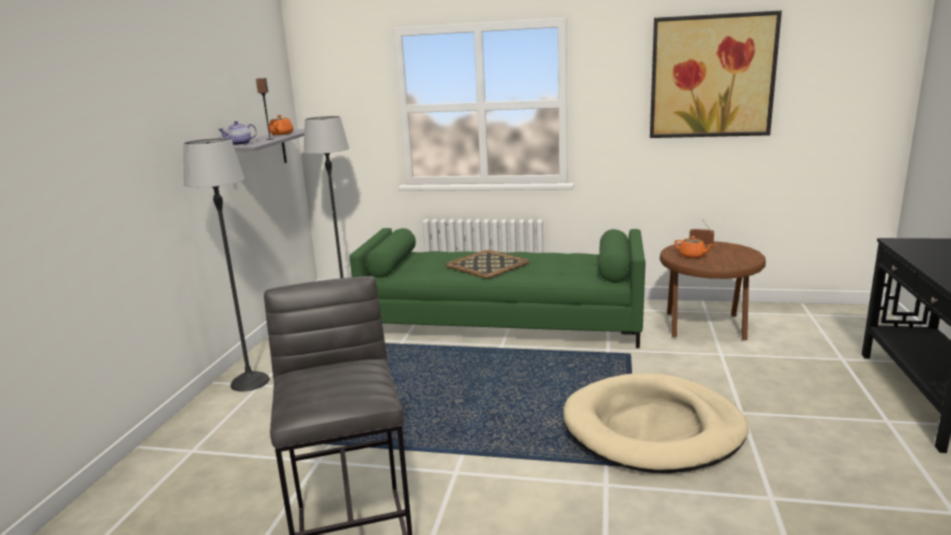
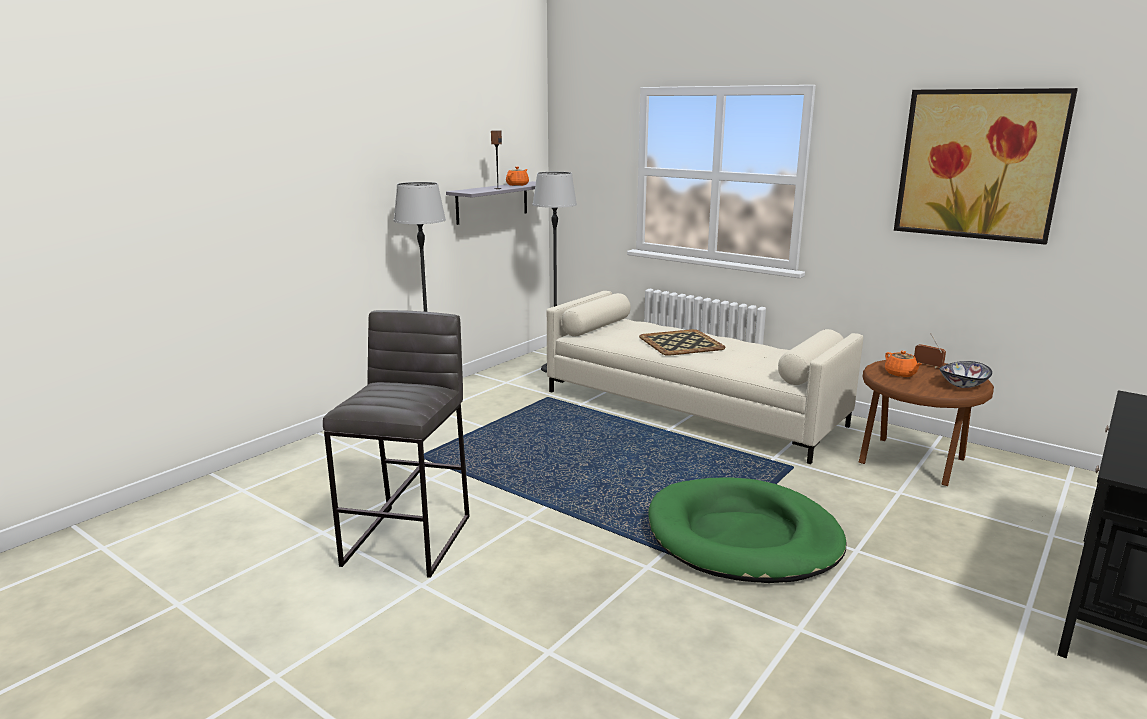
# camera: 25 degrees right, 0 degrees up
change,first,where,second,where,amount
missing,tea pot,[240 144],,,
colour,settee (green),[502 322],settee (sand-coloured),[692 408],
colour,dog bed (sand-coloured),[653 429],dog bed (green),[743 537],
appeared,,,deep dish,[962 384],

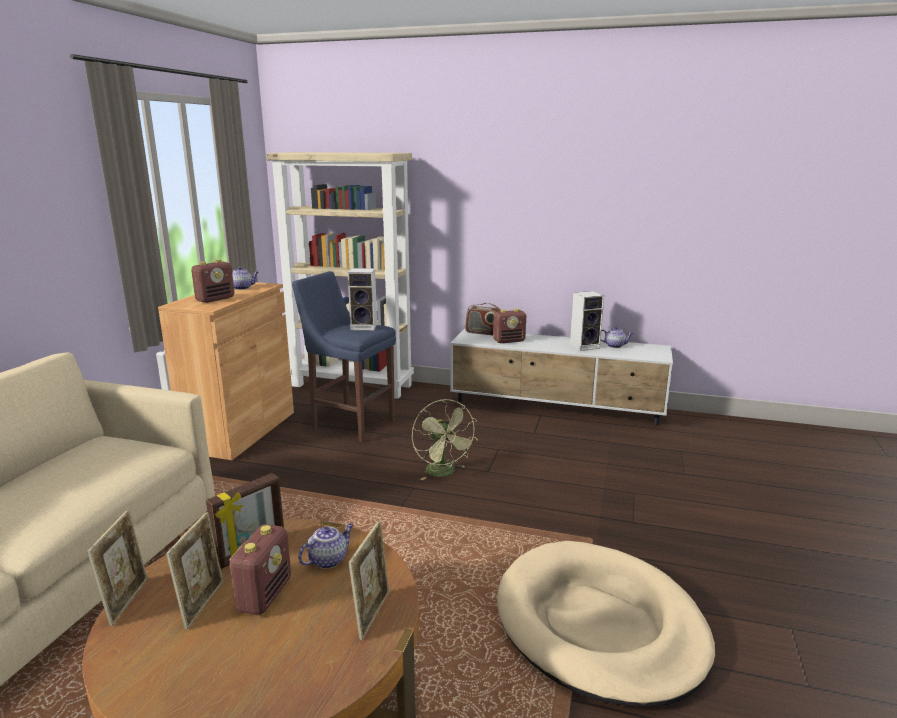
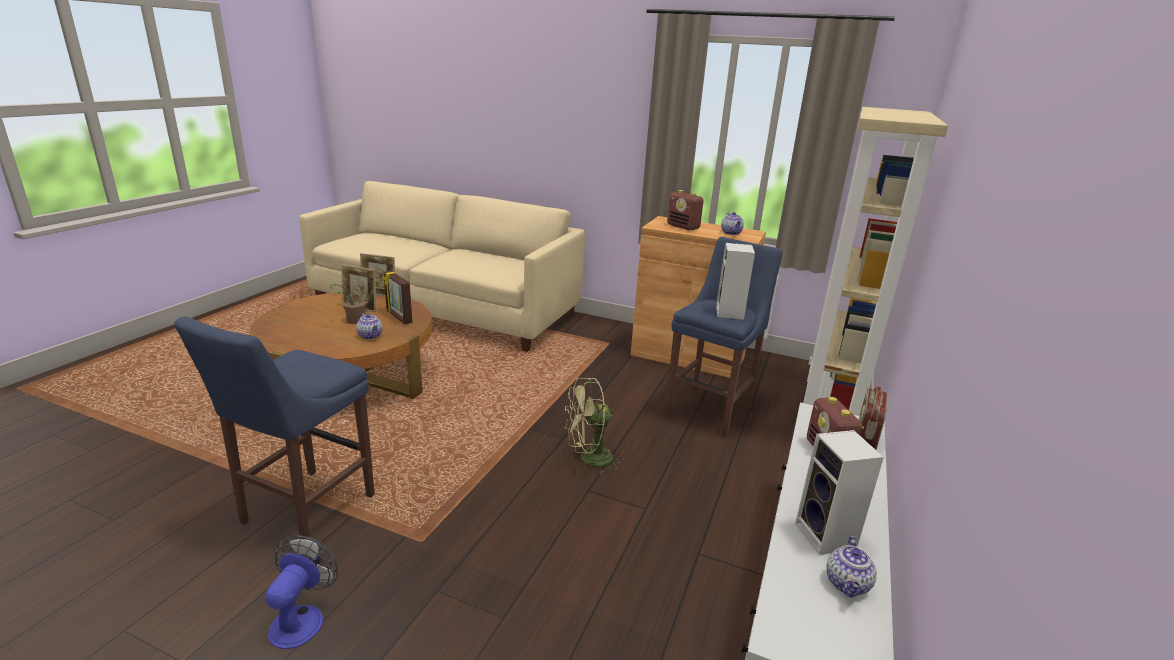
# camera: 95 degrees right, 5 degrees up
change,first,where,second,where,amount
exchanged,radio set,[264 595],plant in a pot,[353 321],
missing,picture frame,[372 614],,,
exchanged,dog bed (sand-coloured),[599 625],stool (blue),[303 512],
appeared,,,electric fan,[302 618],

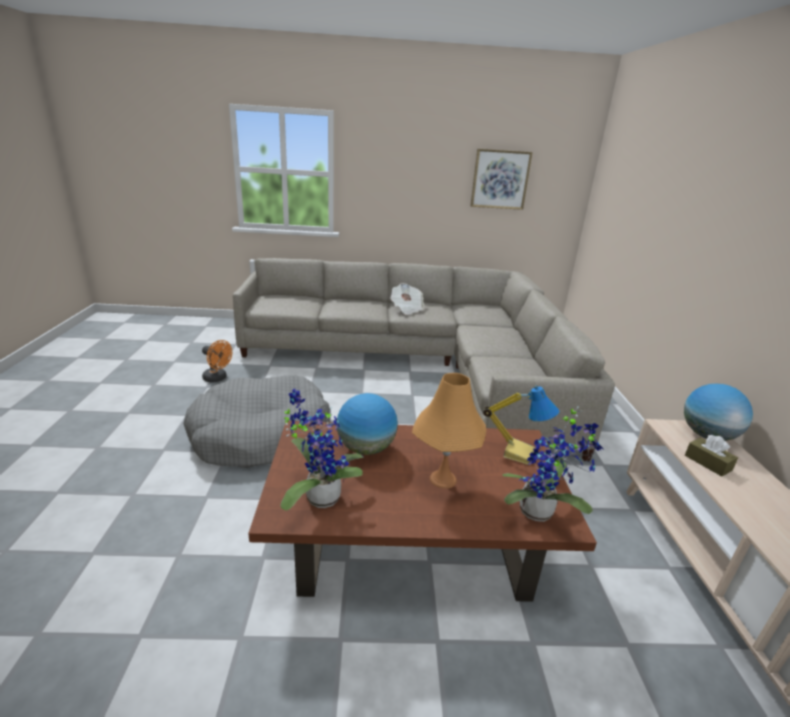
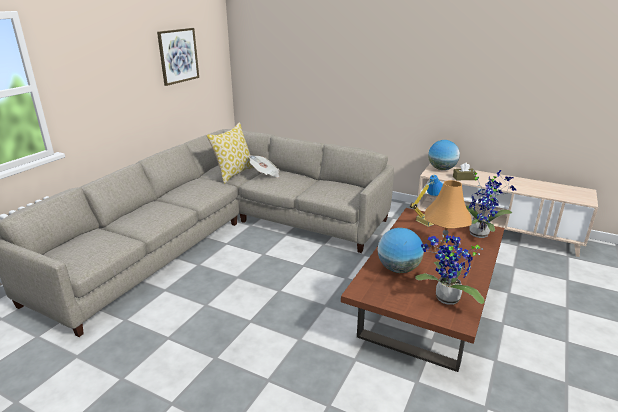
# camera: 60 degrees left, 0 degrees up
change,first,where,second,where,amount
missing,dog bed (grey),[261 435],,,
missing,electric fan (orange-coloured),[218 378],,,
relocated,newspaper,[406 308],,[265 174],
appeared,,,throw pillow,[234 173],

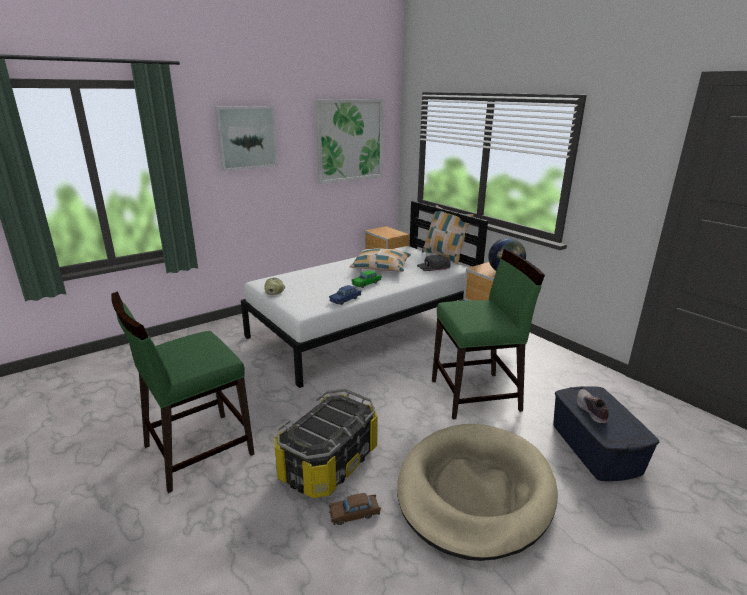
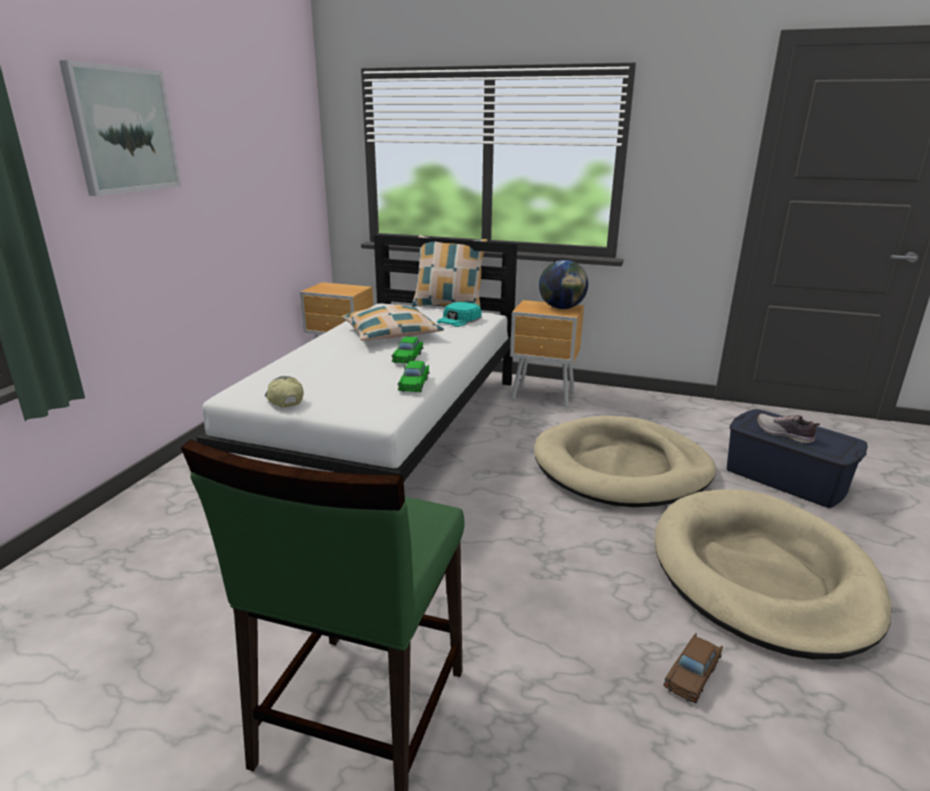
# camera: 35 degrees left, 0 degrees up
change,first,where,second,where,amount
missing,storage container,[328 462],,,
missing,wall picture,[350 140],,,
colour,model car (blue),[345 299],model car (green),[414 384],
colour,peaked cap (black-coloured),[433 266],peaked cap (blue-green),[459 319],
exchanged,chair (green),[476 395],dog bed (sand-coloured),[621 468],

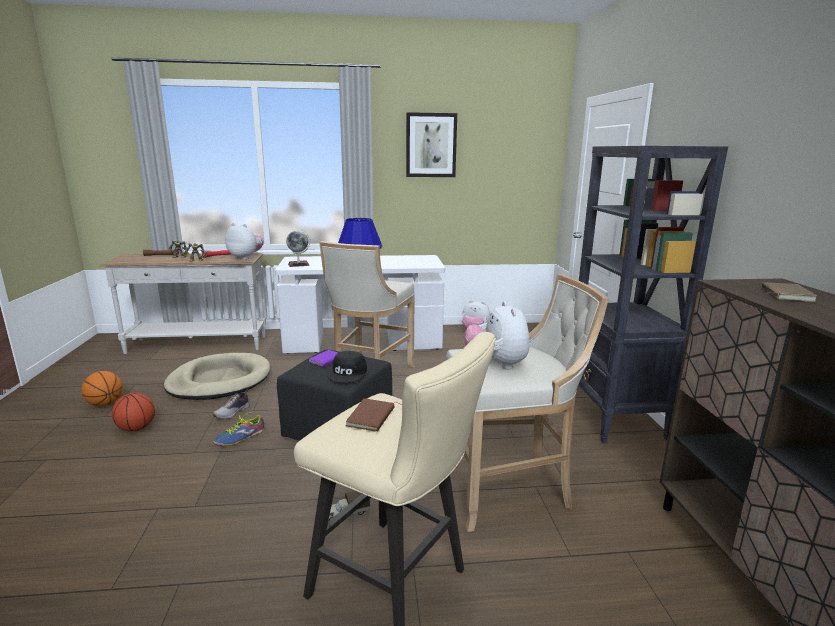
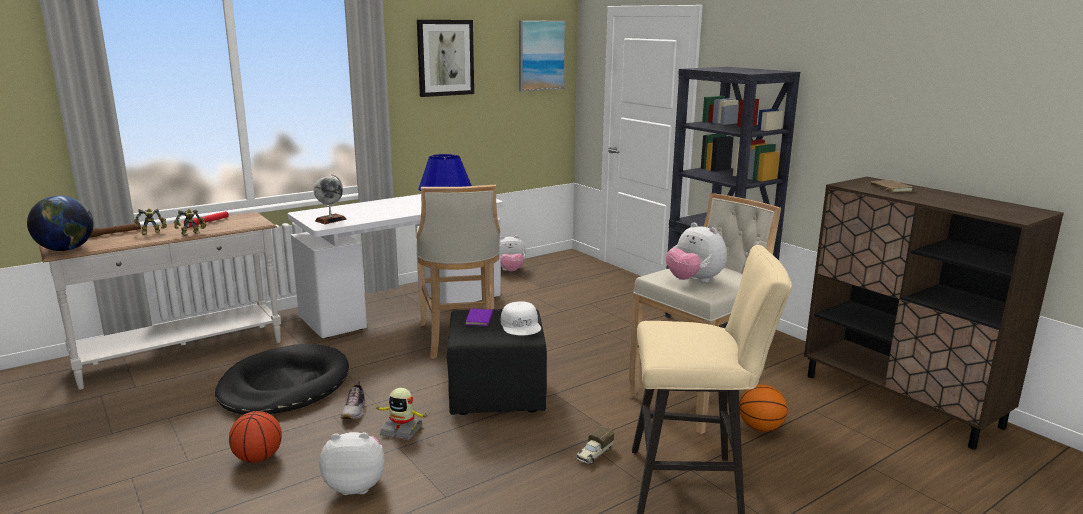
# camera: 30 degrees left, 0 degrees up
change,first,where,second,where,amount
relocated,basketball,[105 404],,[760 428],
colour,dog bed (sand-coloured),[219 381],dog bed (black-coloured),[284 385],
exchanged,low shoe,[240 437],toy robot,[402 430],
relocated,soft toy,[246 257],,[356 486],
colour,peaked cap (black-coloured),[348 373],peaked cap (white),[521 325],
missing,bound book (brown),[372 418],,,
appeared,,,desk globe,[66 249],
appeared,,,wall picture,[541 55],

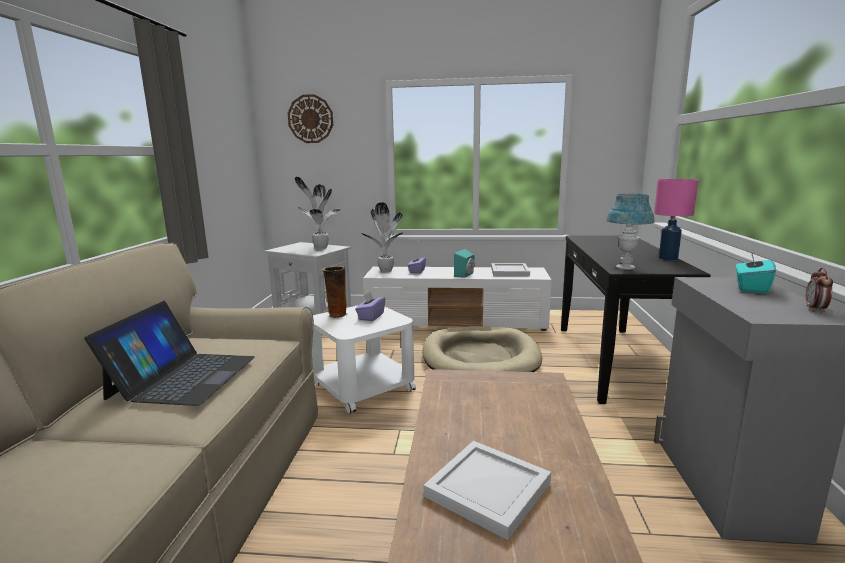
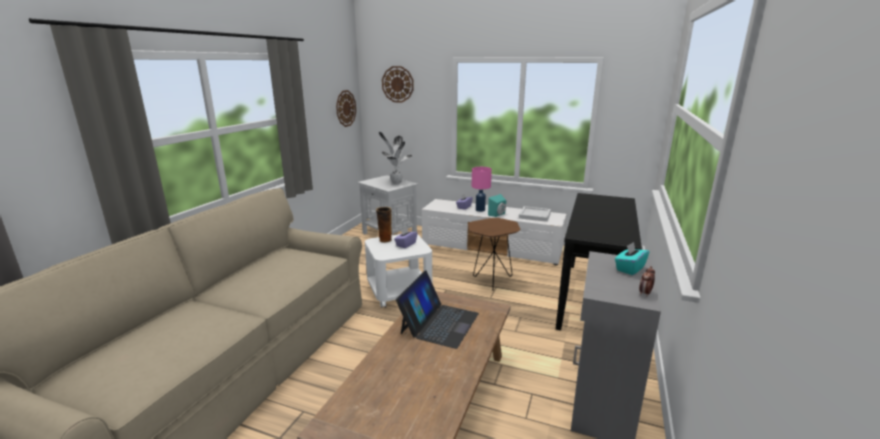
# camera: 15 degrees right, 5 degrees up
change,first,where,second,where,amount
relocated,laptop,[183 377],,[439 323],
missing,plant in a pot,[385 271],,,
exchanged,dog bed (sand-coloured),[480 358],side table (brown),[491 281],
missing,serving tray (white),[490 489],,,
missing,table lamp (blue),[625 267],,,
relocated,table lamp (pink-coloured),[668 258],,[480 210],
appeared,,,hanging clock,[345 108],

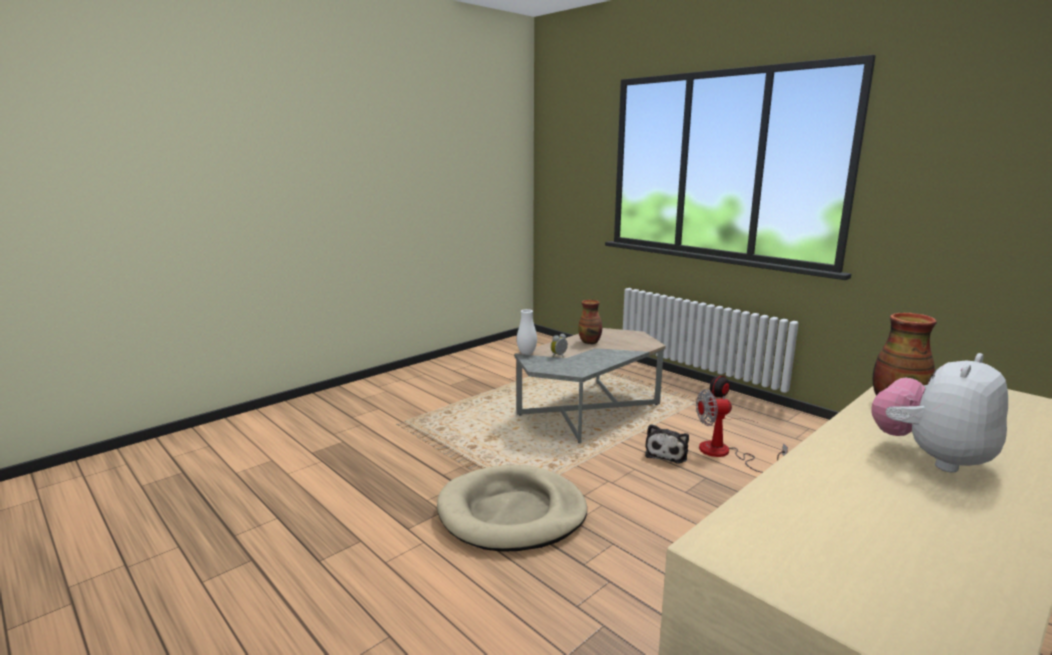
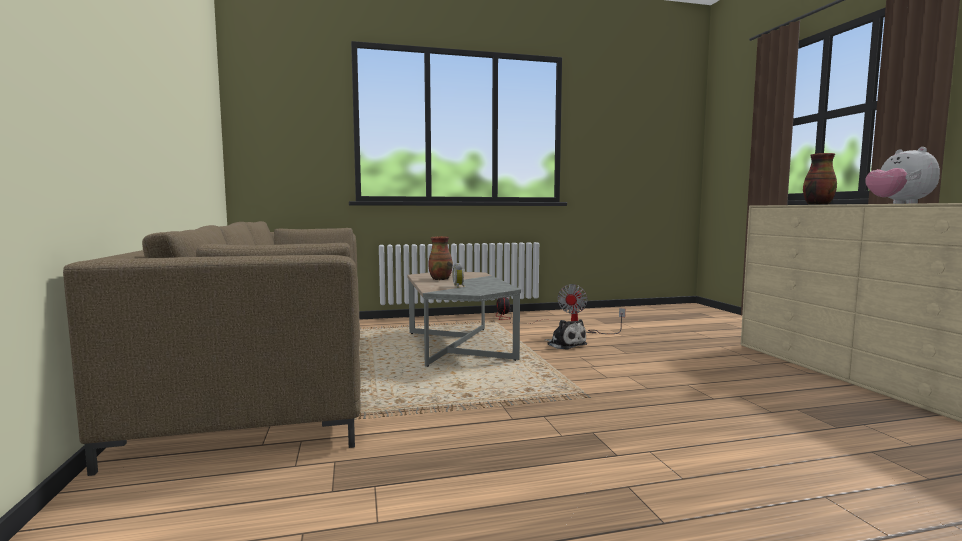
# camera: 60 degrees left, 10 degrees down
change,first,where,second,where,amount
missing,dog bed (sand-coloured),[512 513],,,
missing,vase (white),[526 353],,,
appeared,,,settee (brown),[277 366],

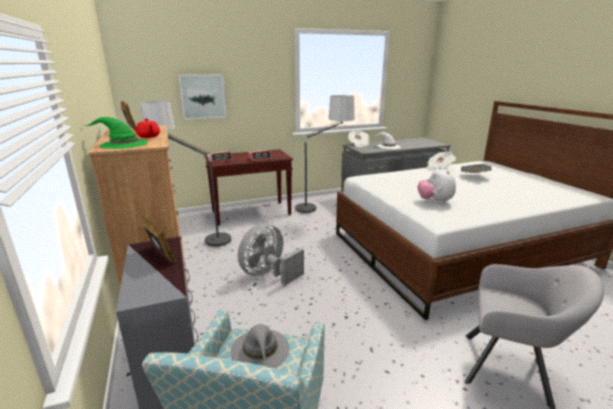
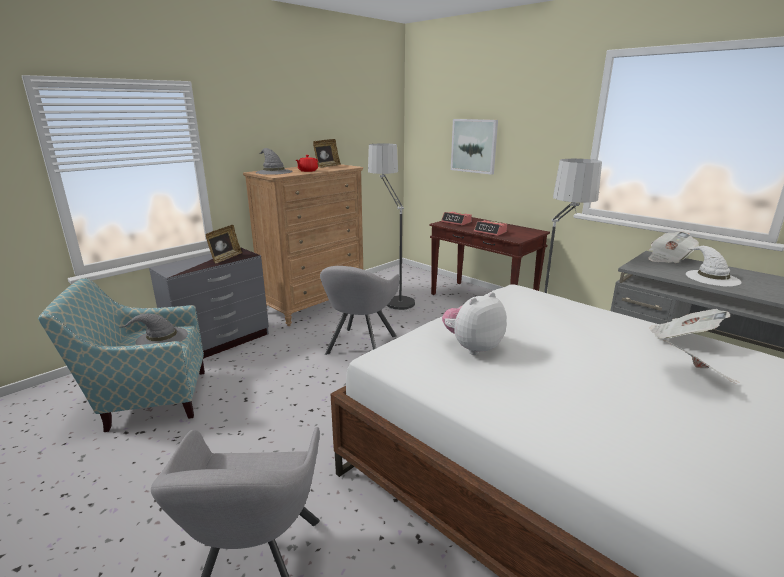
# camera: 65 degrees right, 0 degrees up
change,first,where,second,where,amount
colour,clothing hat (green),[123 144],clothing hat (grey),[273 172],
exchanged,electric fan (grey),[268 274],armchair (grey),[360 346],

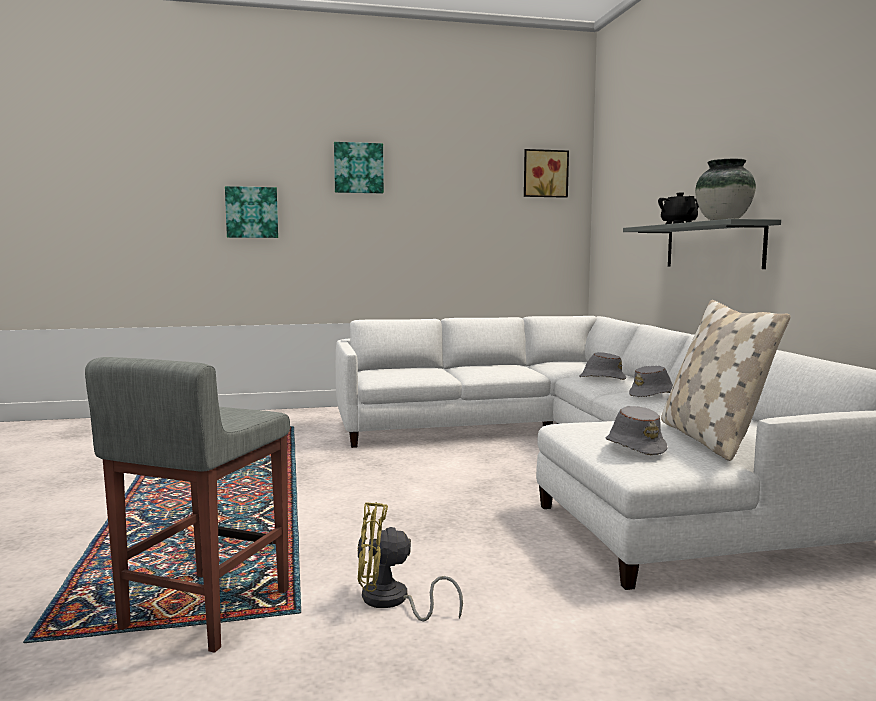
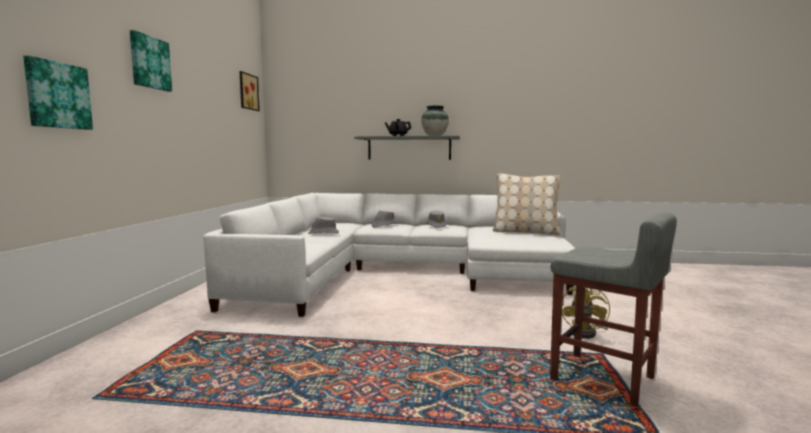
# camera: 70 degrees left, 0 degrees up
change,first,where,second,where,amount
relocated,clothing hat (grey),[635 447],,[323 233],

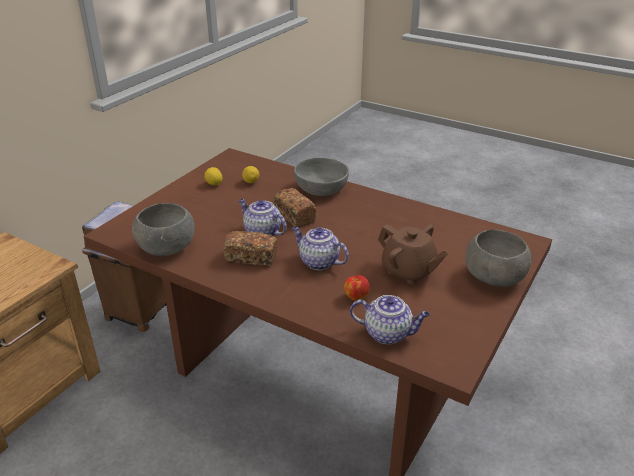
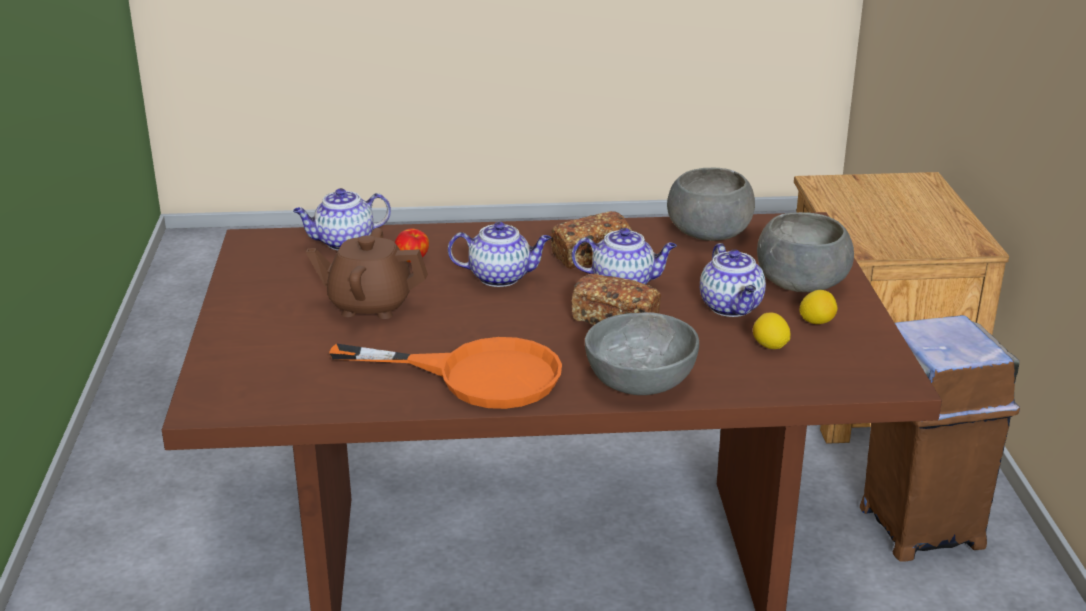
# camera: 145 degrees right, 5 degrees down
change,first,where,second,where,amount
relocated,deep dish (grey),[495 276],,[800 282],
appeared,,,skillet (orange-coloured),[477 375],
appeared,,,tea pot,[732 307],

